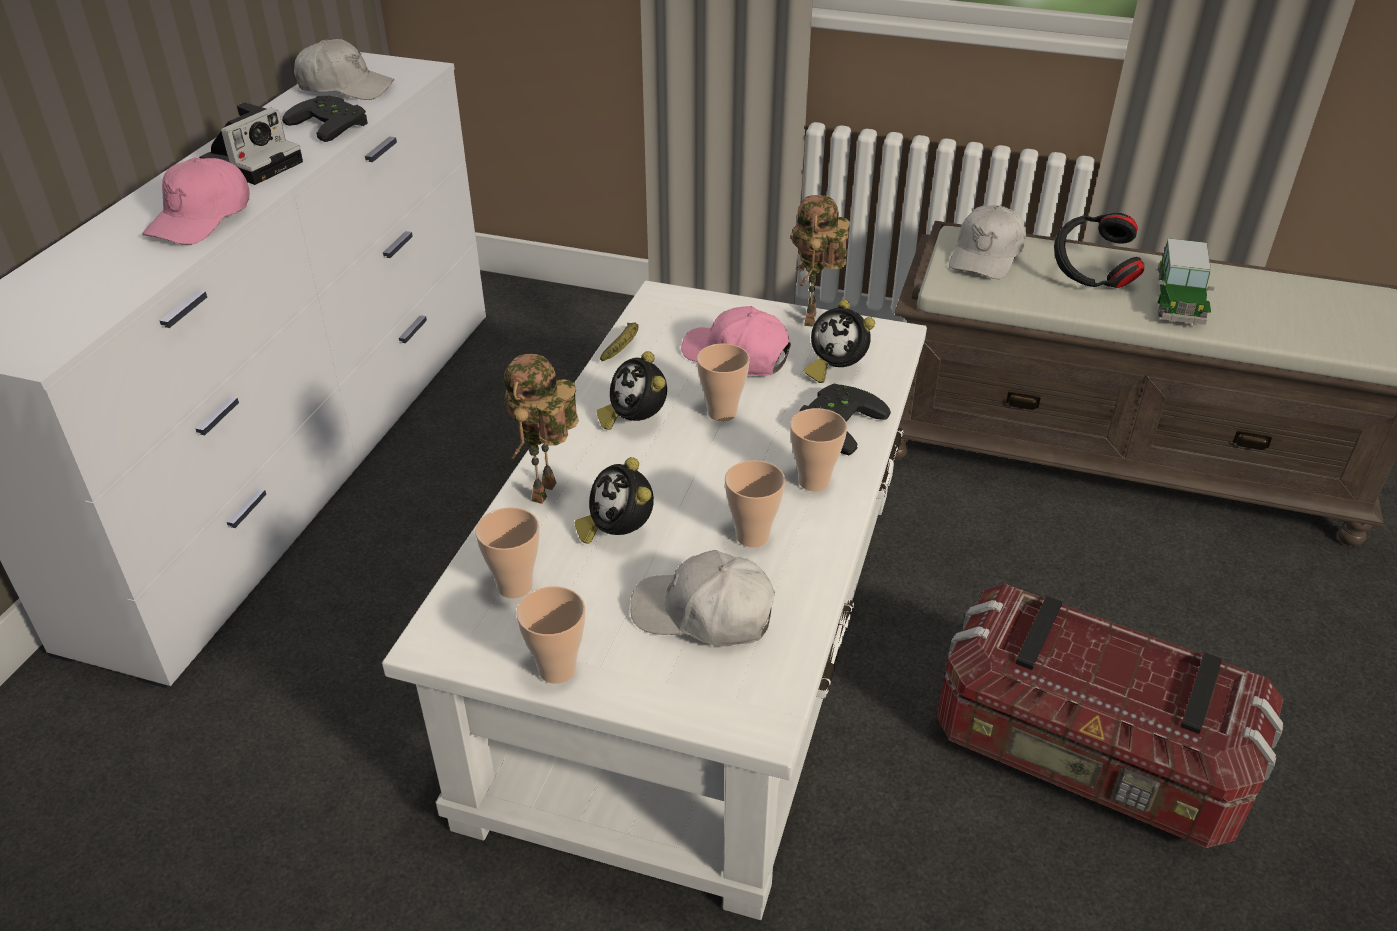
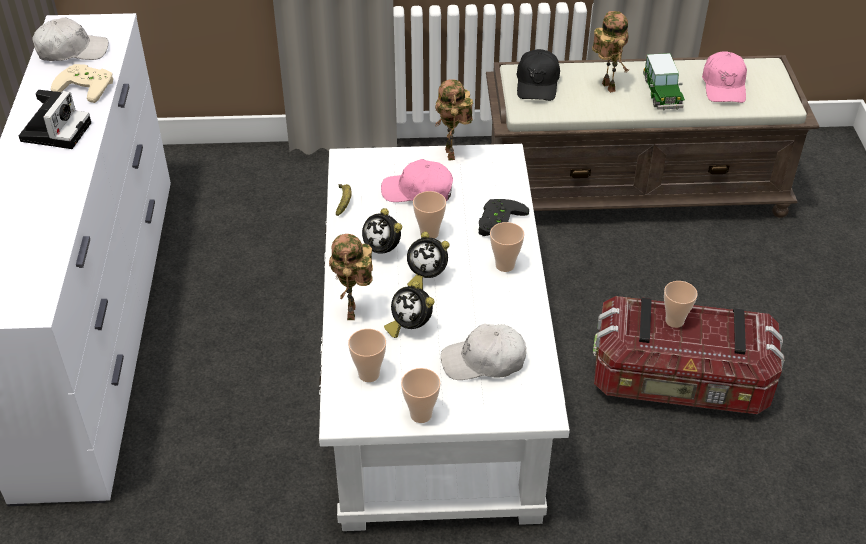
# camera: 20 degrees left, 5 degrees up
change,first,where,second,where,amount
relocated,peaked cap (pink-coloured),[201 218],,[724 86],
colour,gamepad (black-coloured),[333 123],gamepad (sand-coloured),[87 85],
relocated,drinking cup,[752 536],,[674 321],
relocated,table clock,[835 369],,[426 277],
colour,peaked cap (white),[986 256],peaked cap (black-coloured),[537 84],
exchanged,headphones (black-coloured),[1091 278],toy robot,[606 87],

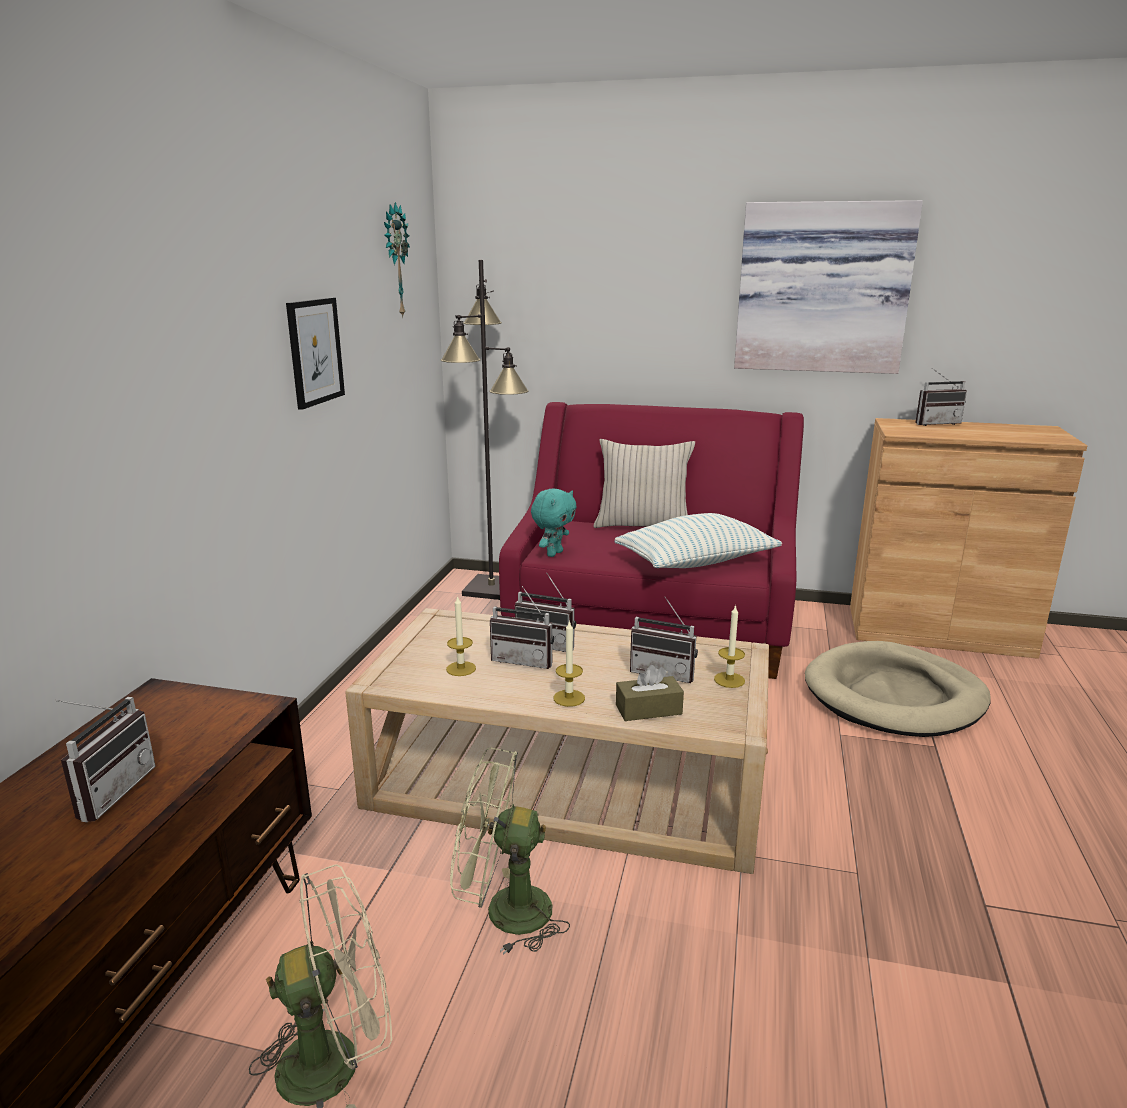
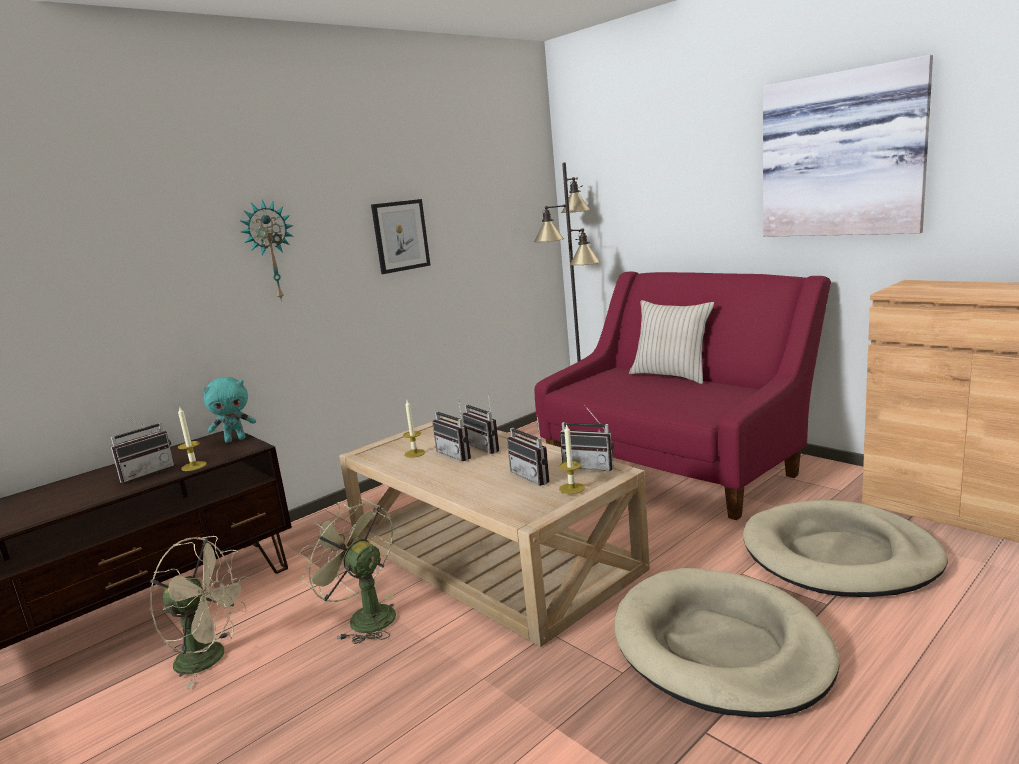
# camera: 35 degrees right, 5 degrees down
change,first,where,second,where,amount
relocated,hanging clock,[394 261],,[270 251],
relocated,soft toy (blue-green),[554 553],,[235 439],
relocated,candle,[569 698],,[194 466],
missing,throw pillow,[696 562],,,
missing,tissue holder (brown),[648 709],,,
relocated,radio set,[935 423],,[590 466],
appeared,,,dog bed (sand-coloured),[720 647],

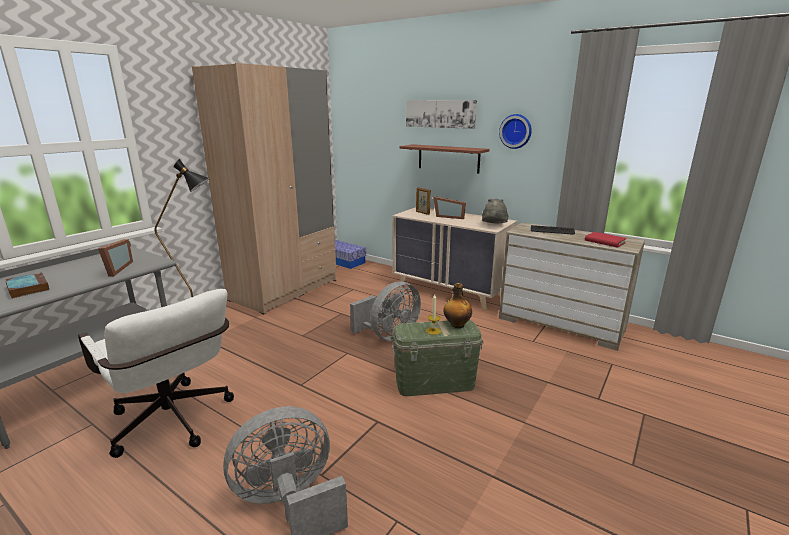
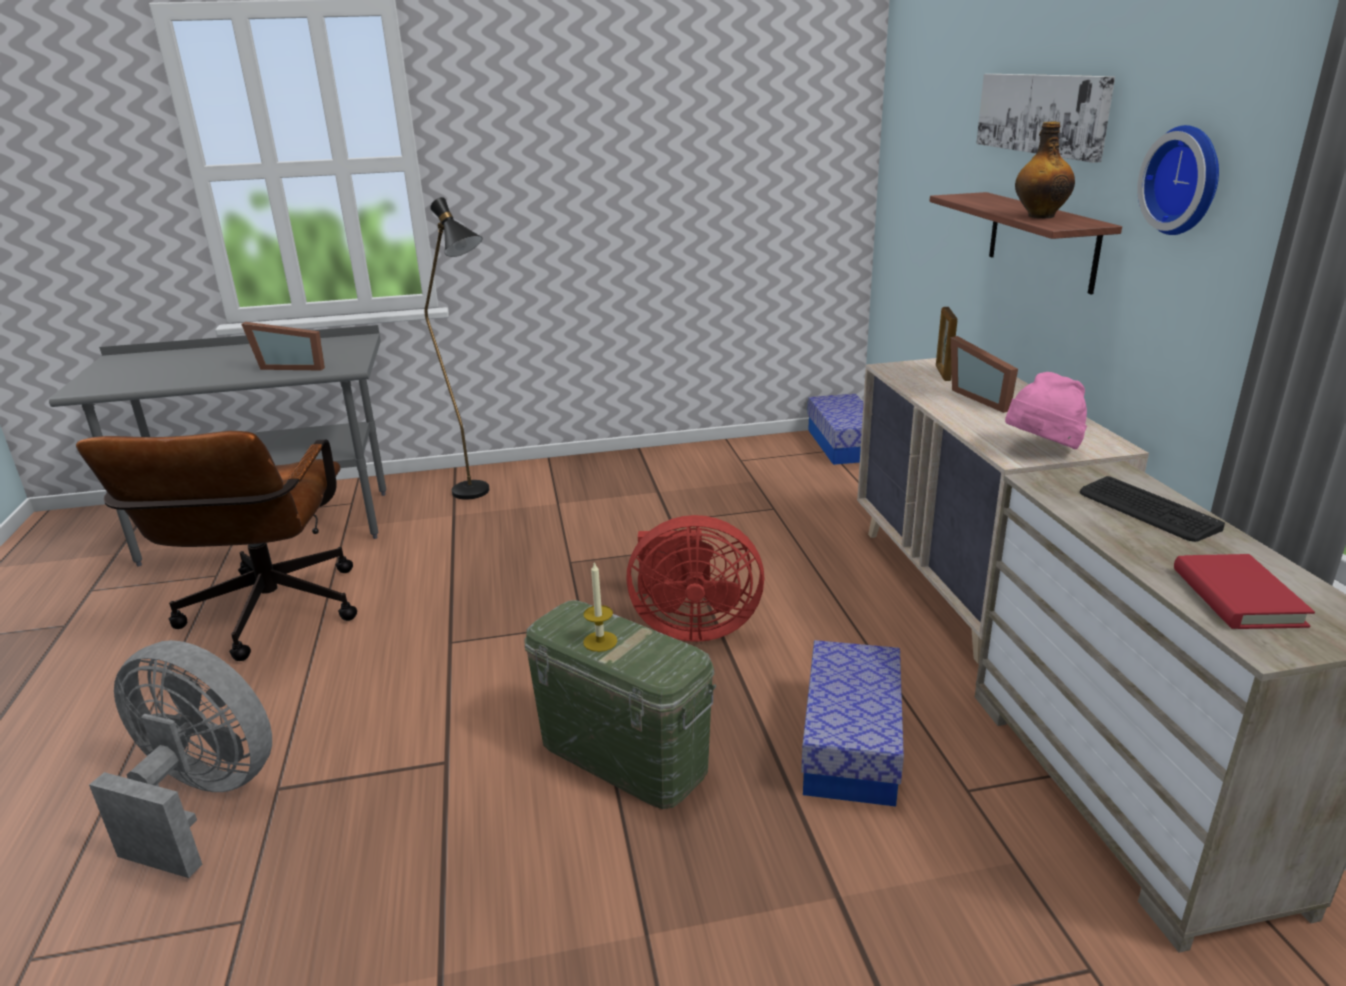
# camera: 45 degrees right, 5 degrees up
change,first,where,second,where,amount
missing,bound book,[27 288],,,
colour,desk chair (white),[175 424],desk chair (brown),[266 619],
spun,picture frame,[115 269],,[292 366],60 degrees clockwise
missing,wardrobe (sand-coloured),[284 290],,,
colour,electric fan (grey),[389 336],electric fan (red),[691 627],
relocated,bottle,[456 325],,[1040 216],
colour,clothing hat (grey),[494 225],clothing hat (pink-coloured),[1041 449],
appeared,,,storage container,[851 743],

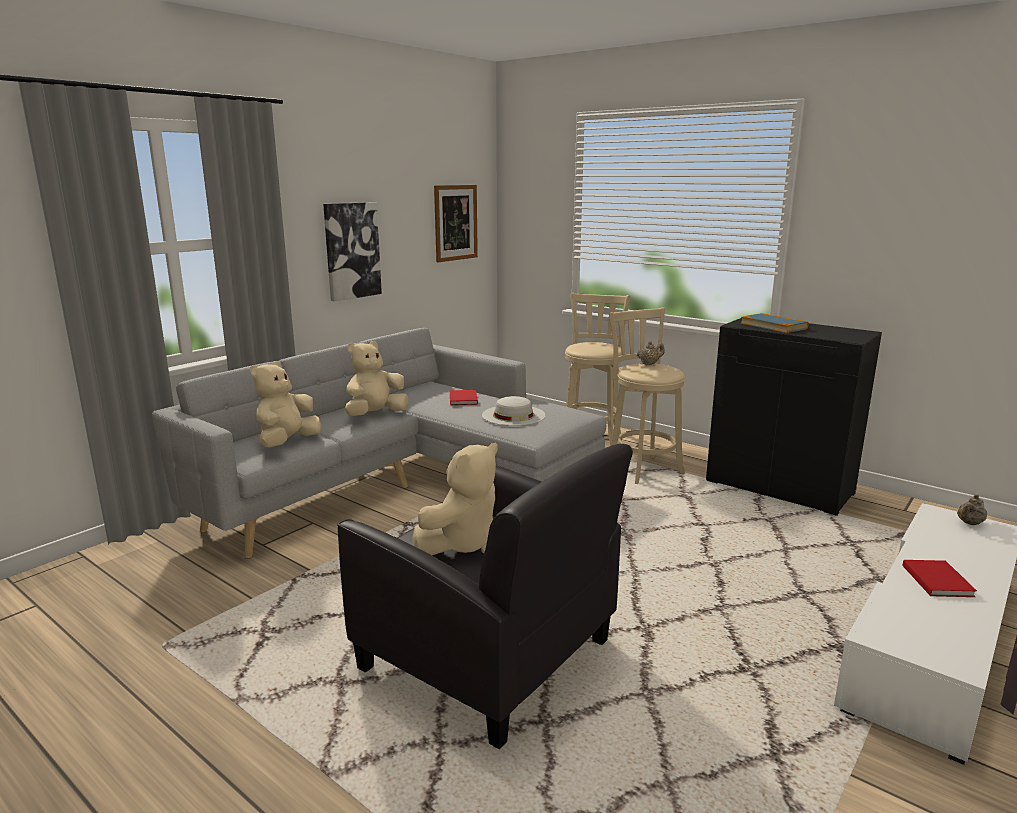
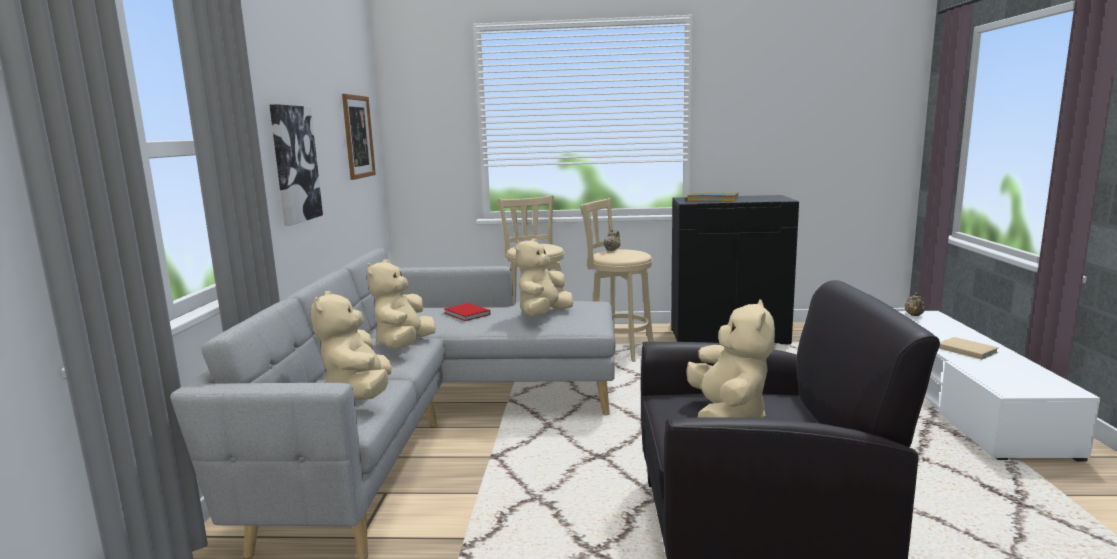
# camera: 35 degrees left, 5 degrees down
change,first,where,second,where,amount
exchanged,clothing hat (white),[513 415],soft toy (sand-coloured),[543 315],
colour,bound book (red),[937 580],bound book (sand-coloured),[966 350],

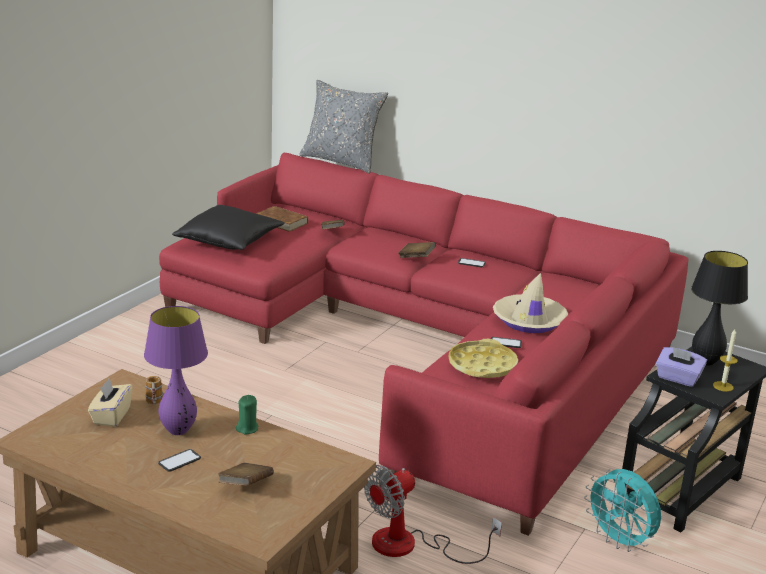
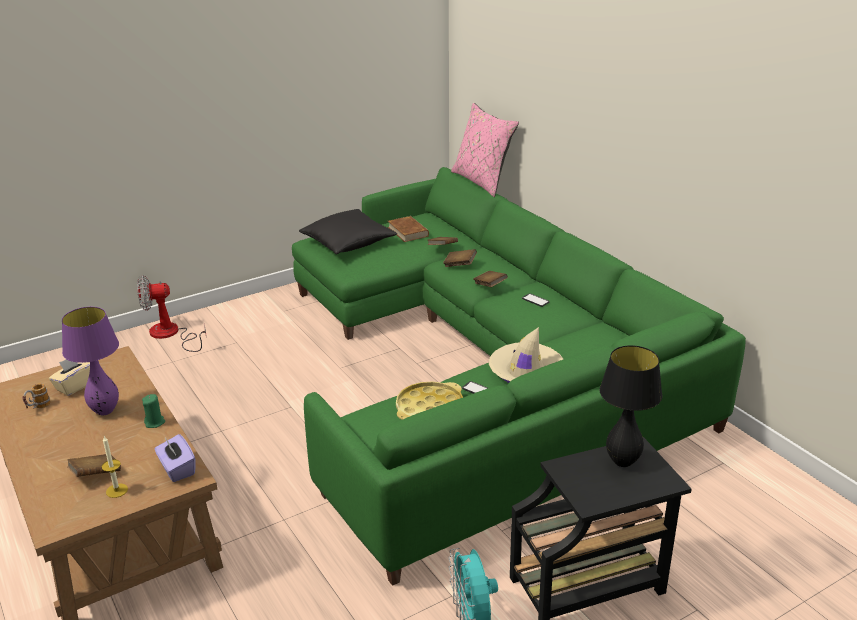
# camera: 30 degrees right, 5 degrees up
change,first,where,second,where,amount
relocated,tea mug,[154 404],,[38 408],
missing,phone,[179 461],,,
colour,settee (red),[430 347],settee (green),[485 372],
colour,throw pillow (grey),[341 161],throw pillow (pink-coloured),[482 182],
relocated,electric fan,[410 546],,[171 334],
relocated,tissue holder (purple),[678 378],,[177 469],
relocated,candle,[723 386],,[117 490],
appeared,,,bound book (brown),[460 265],

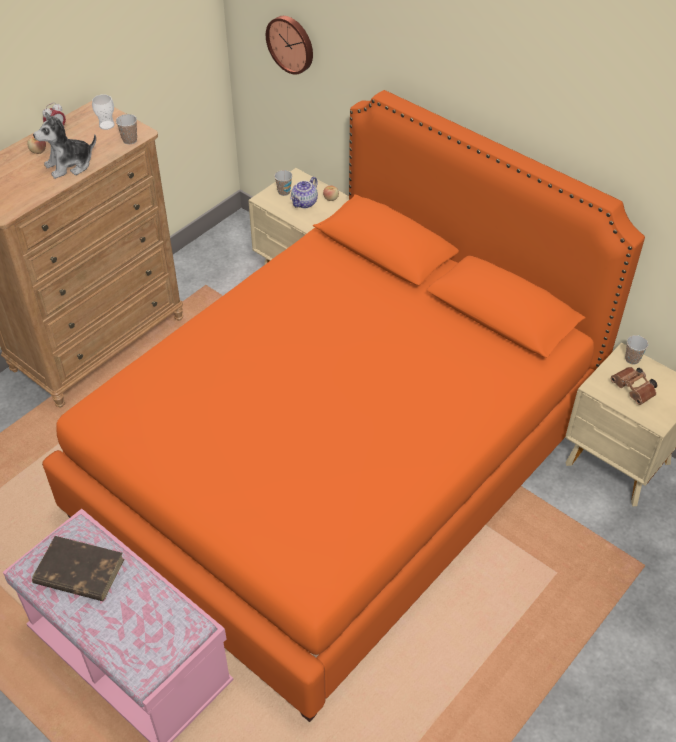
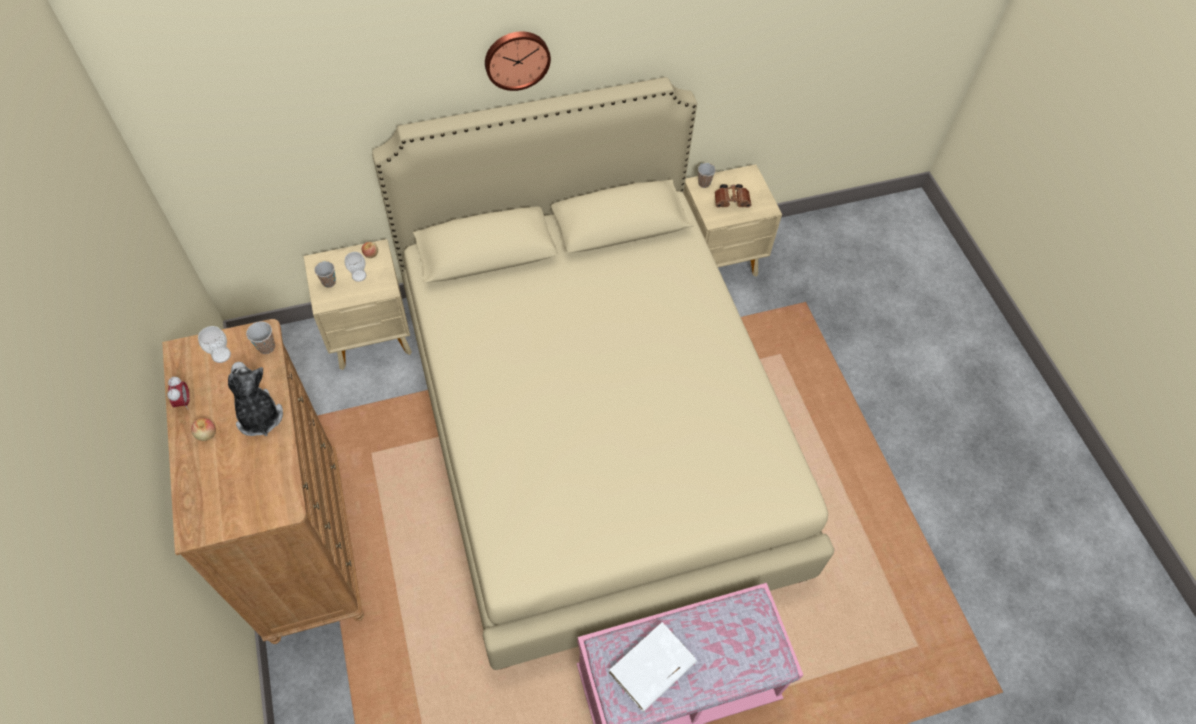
# camera: 60 degrees left, 10 degrees up
change,first,where,second,where,amount
colour,bound book (brown),[78 571],bound book (white),[651 668],
spun,soft toy,[70 165],,[259 416],150 degrees clockwise
colour,bedroom bed (orange-coloured),[338 465],bedroom bed (sand-coloured),[593 431],
relocated,hanging clock,[291 43],,[516 59],
exchanged,tea pot,[305 203],drinking cup,[359 276],

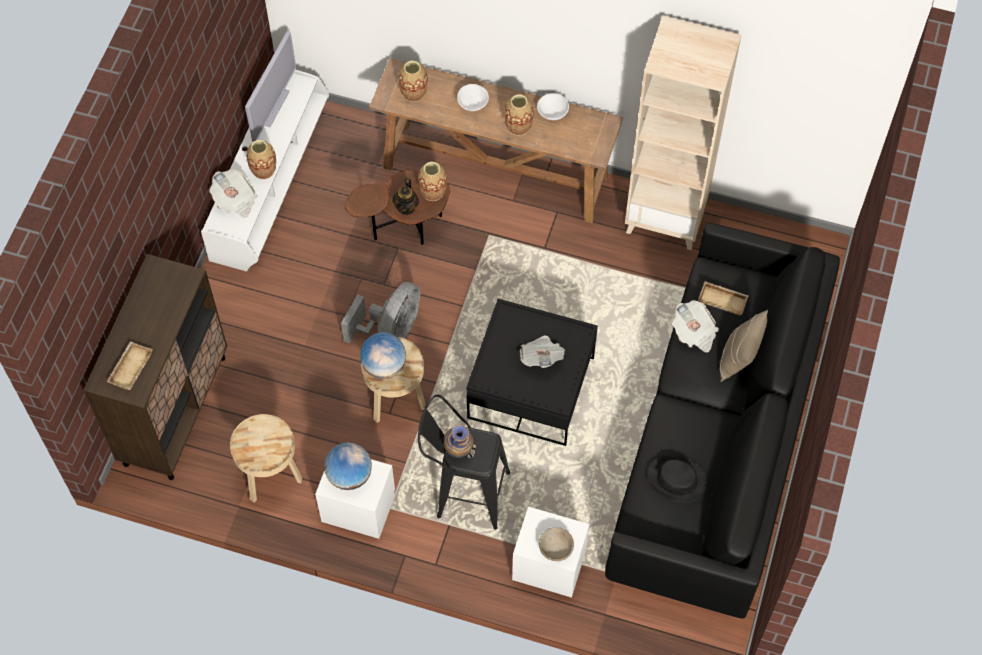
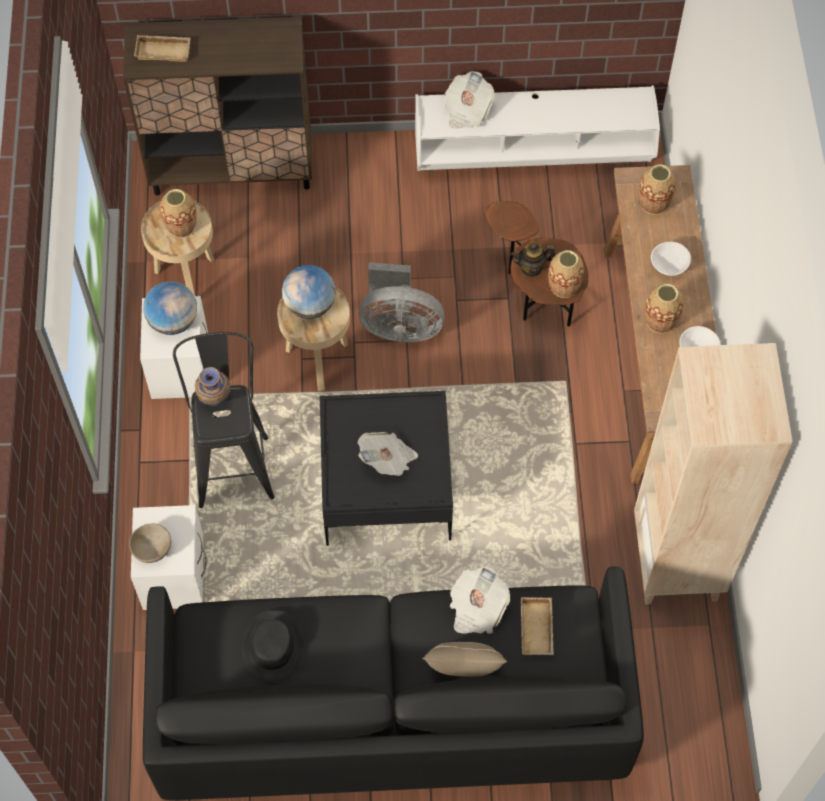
# camera: 70 degrees right, 0 degrees up
change,first,where,second,where,amount
missing,TV set,[272 106],,,
relocated,vase,[263 170],,[181 227],

